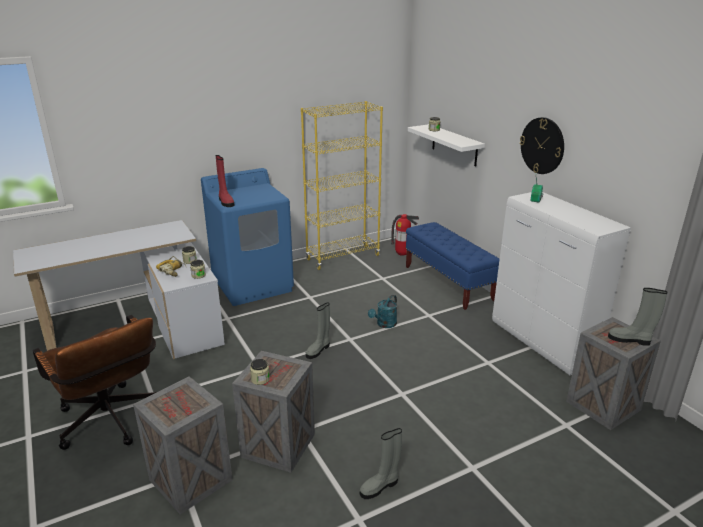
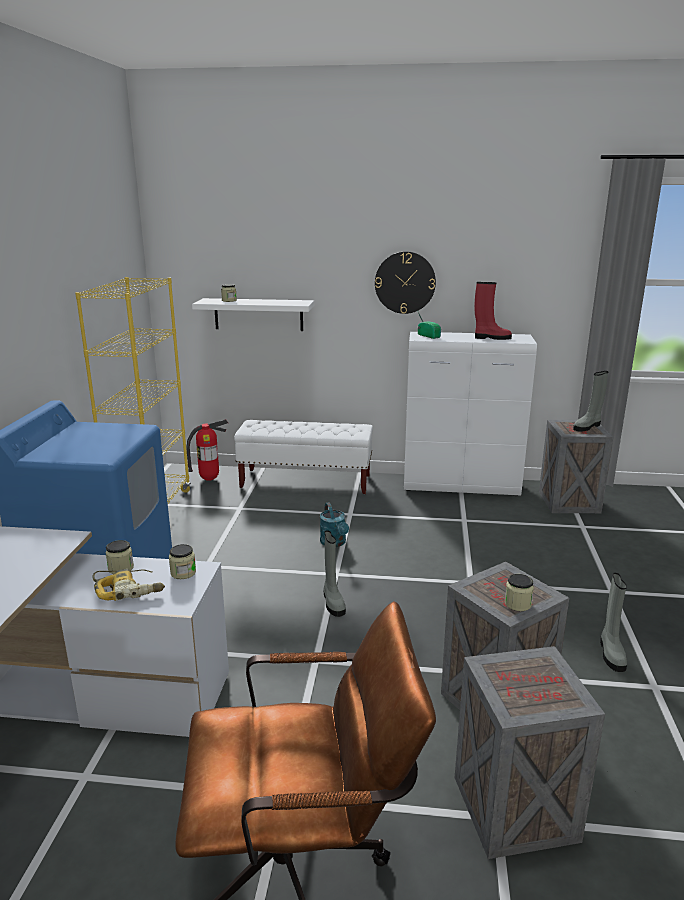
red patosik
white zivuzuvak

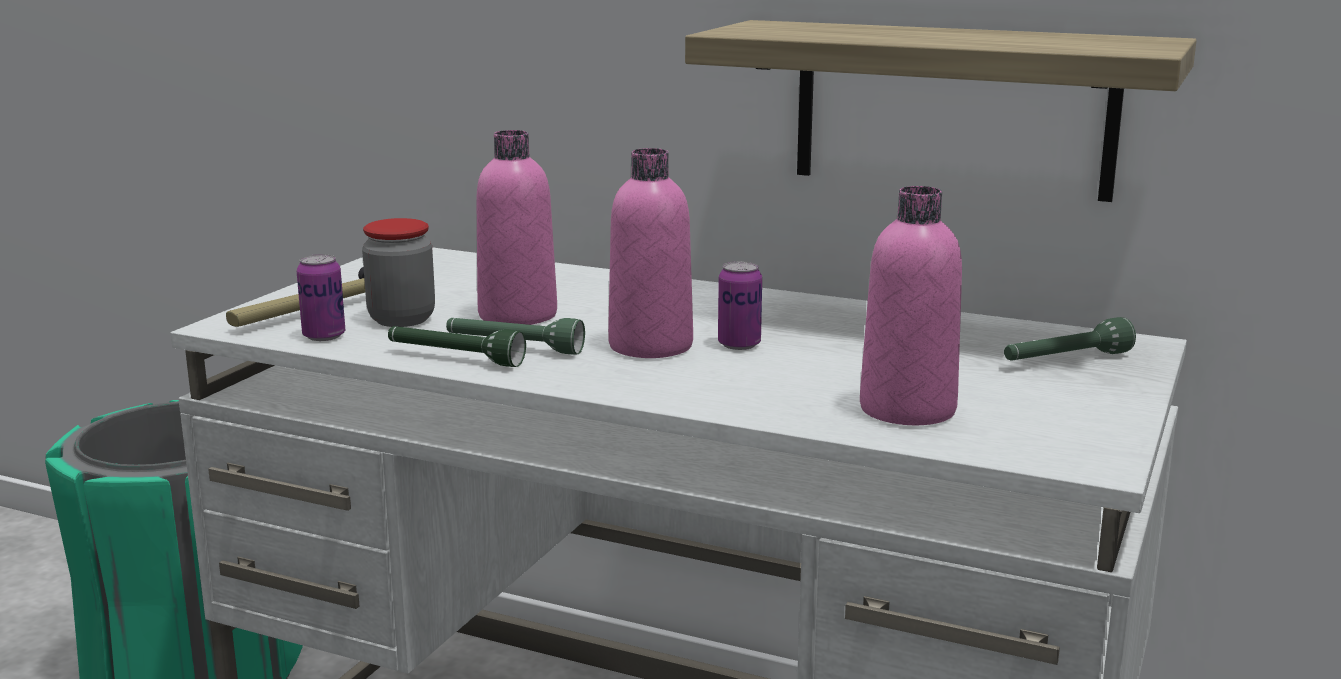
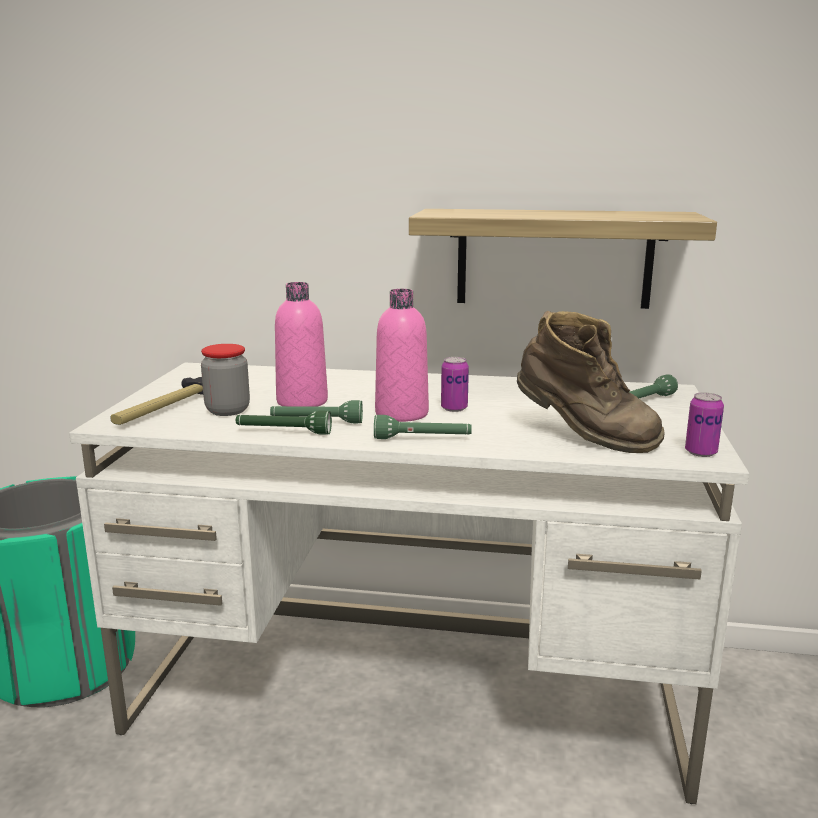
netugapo (no. 2 from left)
brown patosik
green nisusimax (no. 3 from left)

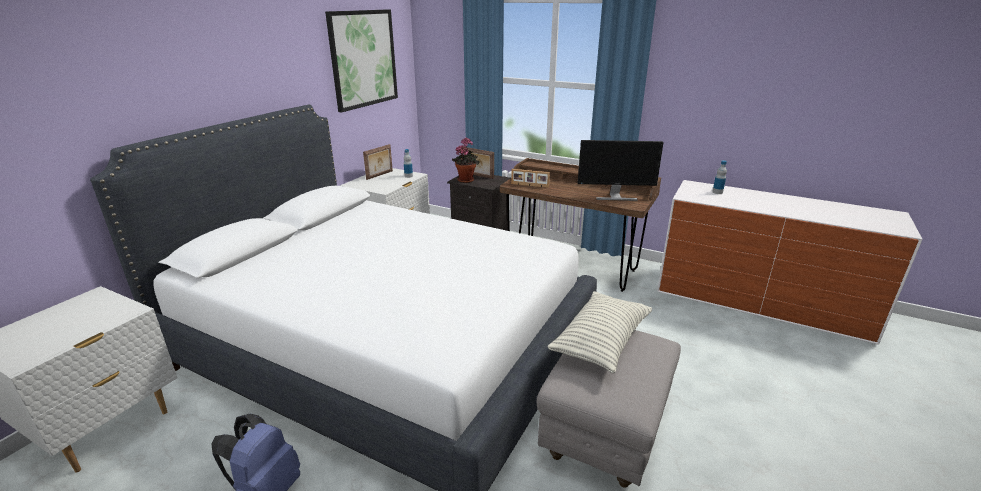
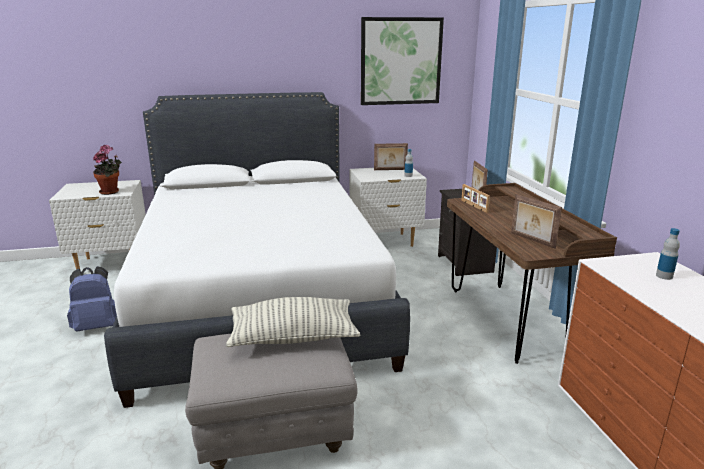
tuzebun
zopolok (no. 4 from left)

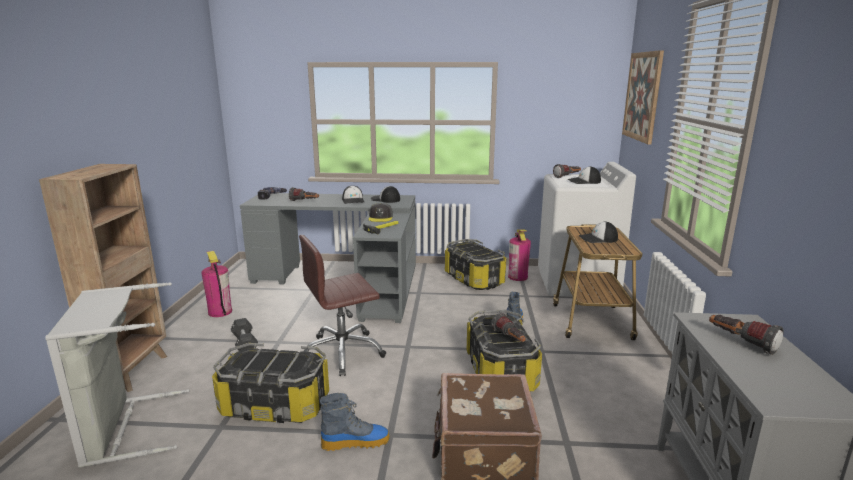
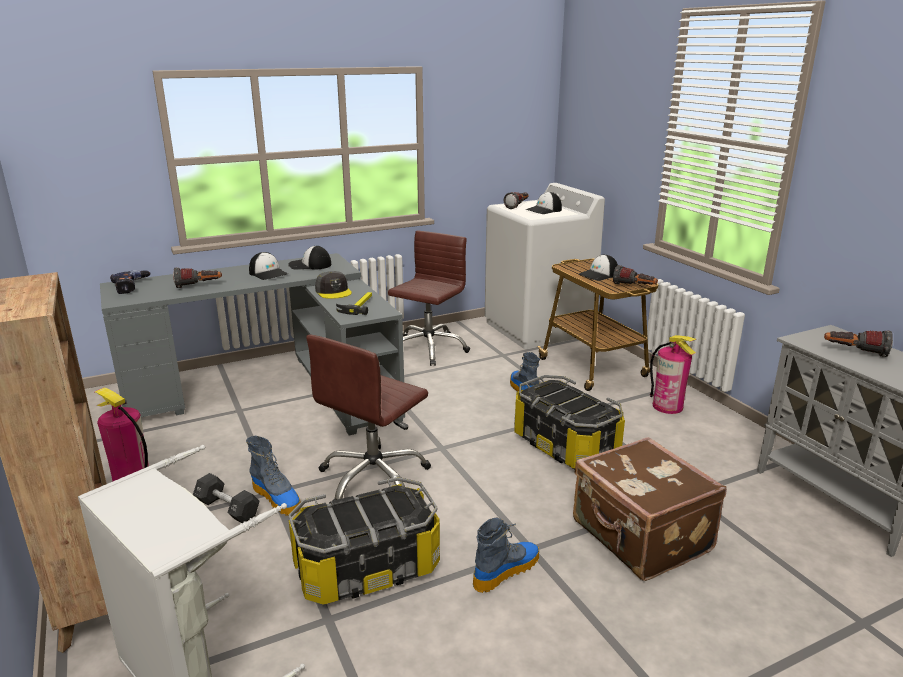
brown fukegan (no. 2 from left)
nisusimax (no. 3 from left)
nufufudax (no. 2 from left)
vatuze
patosik (no. 1 from left)

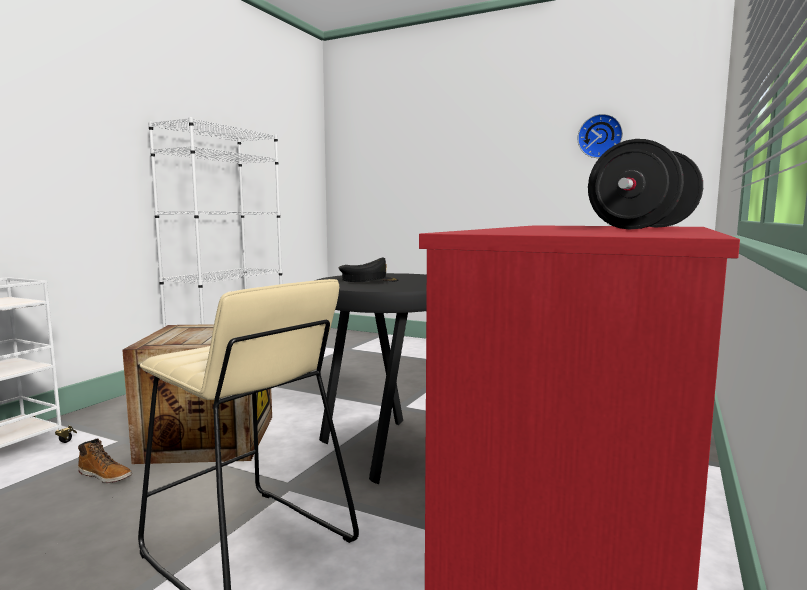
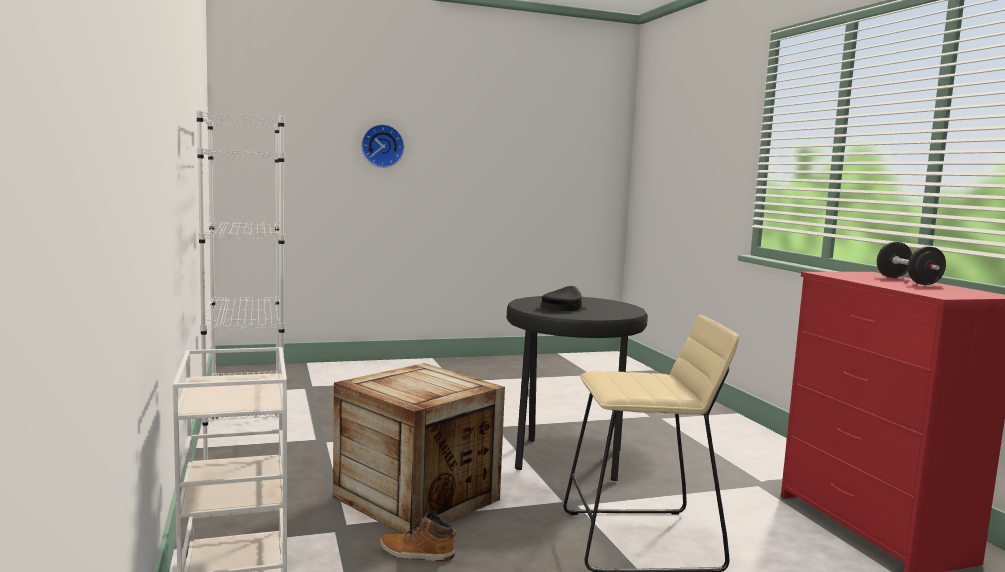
patosik
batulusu

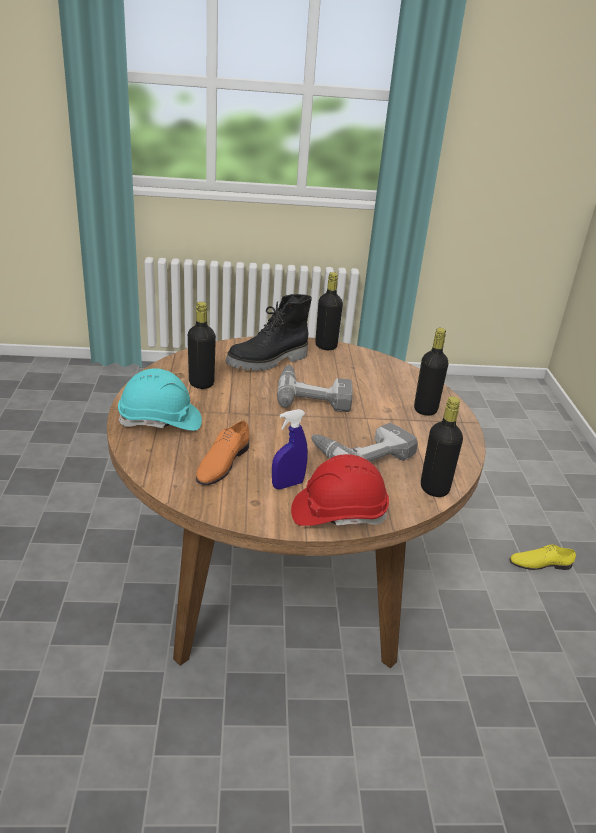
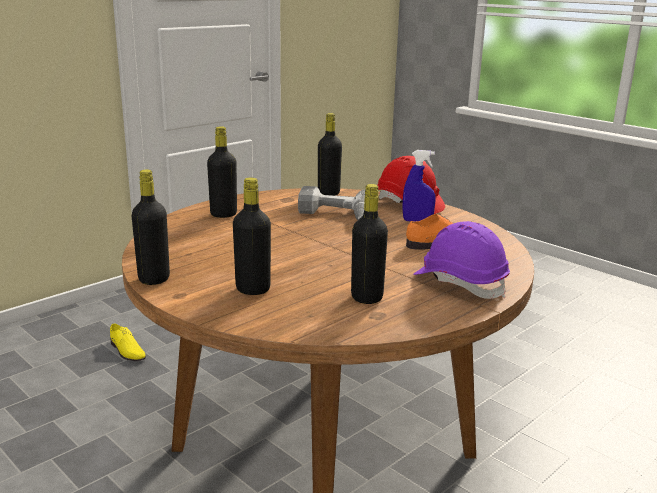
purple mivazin
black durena (no. 3 from left)
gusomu (no. 1 from left in the first image)

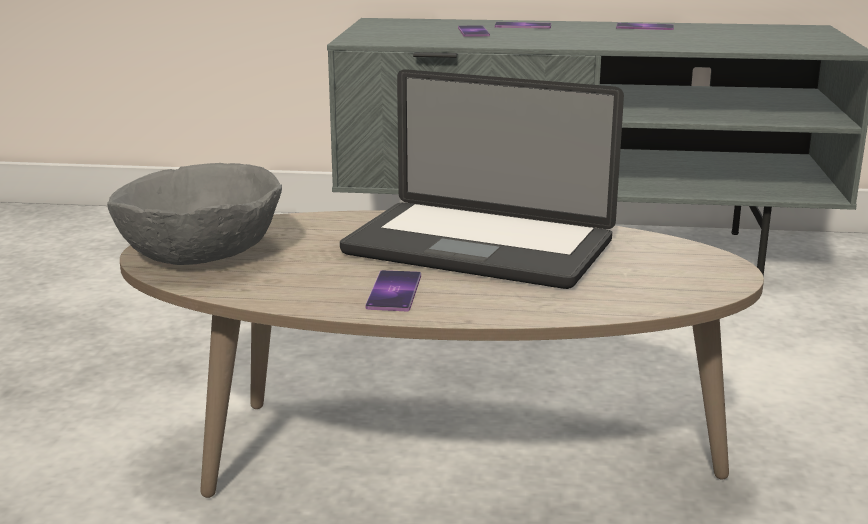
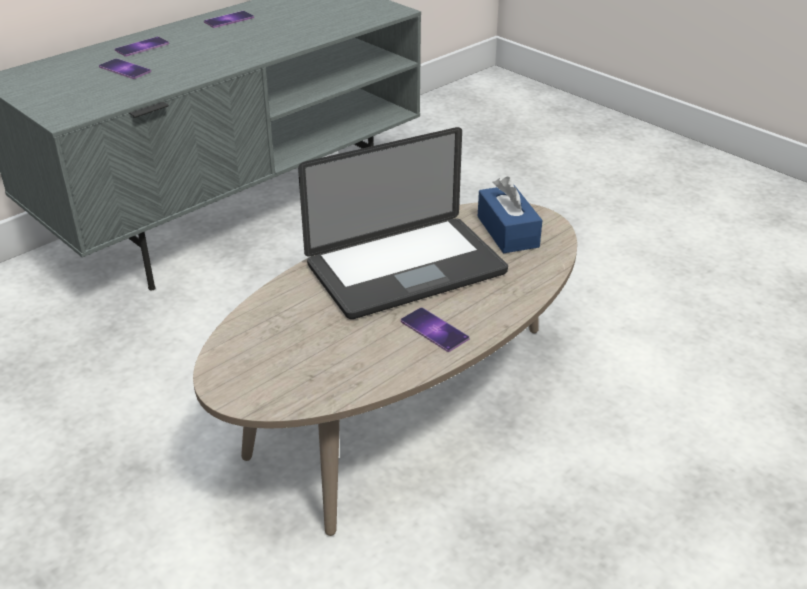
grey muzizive
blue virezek

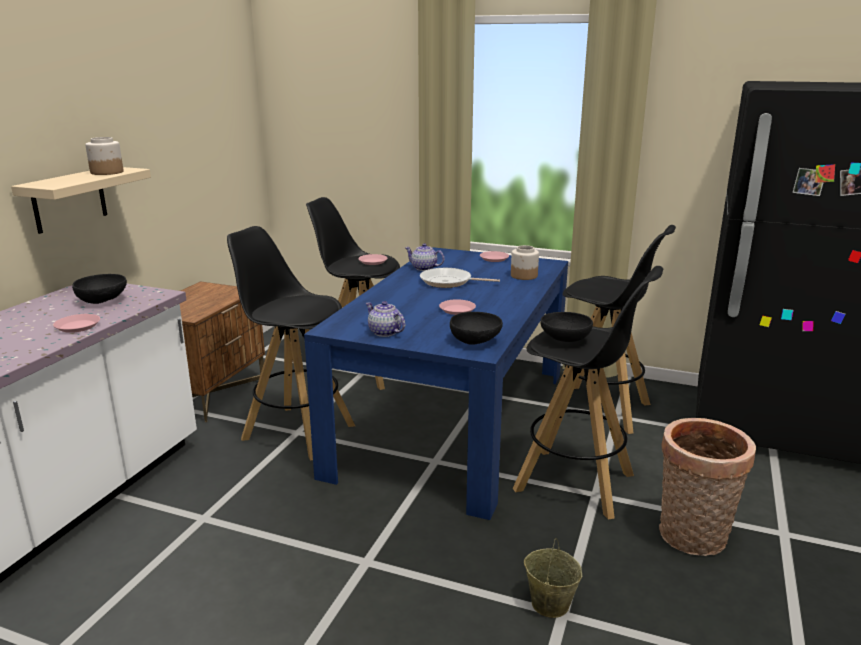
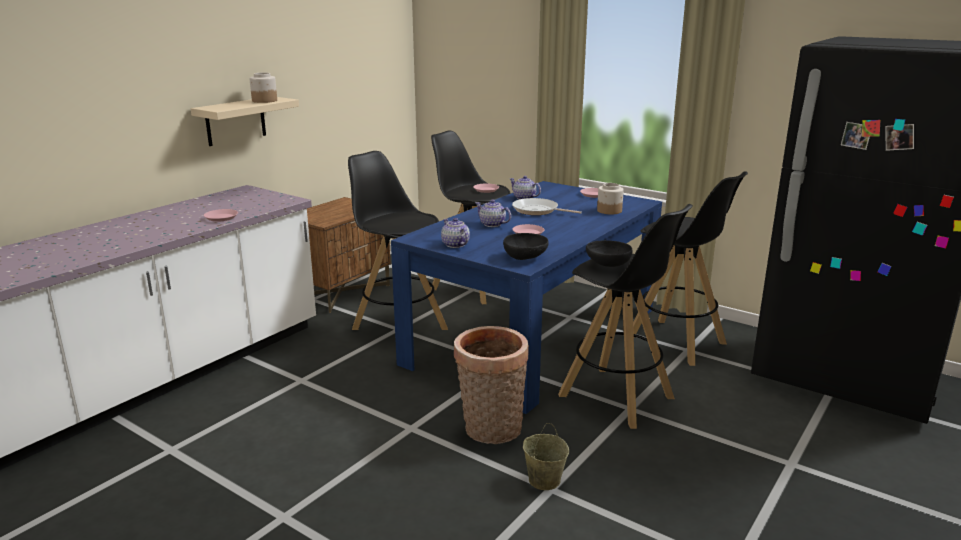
black muzizive (no. 1 from left in the first image)
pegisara
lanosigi (no. 2 from left)

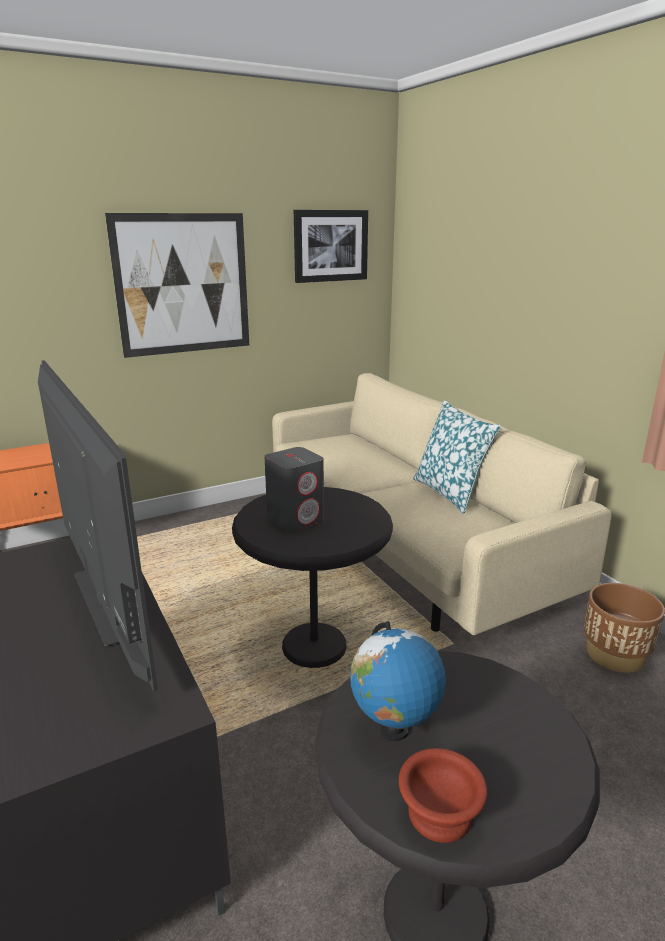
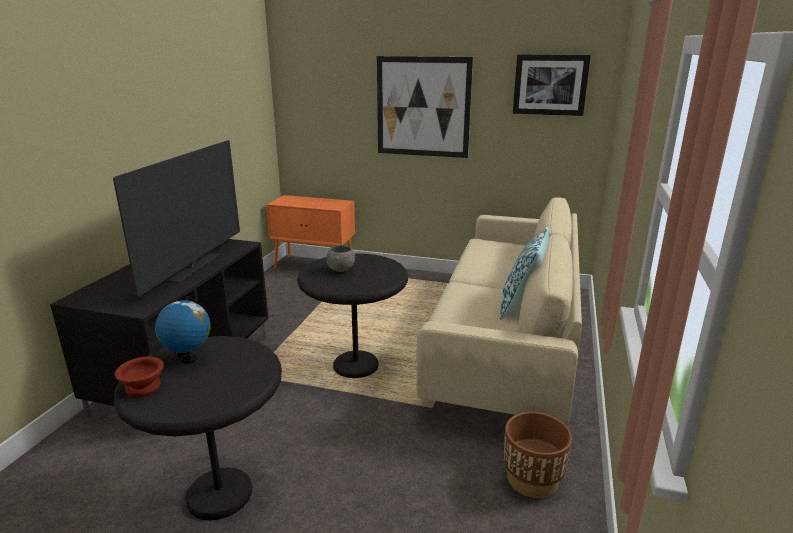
grey muzizive

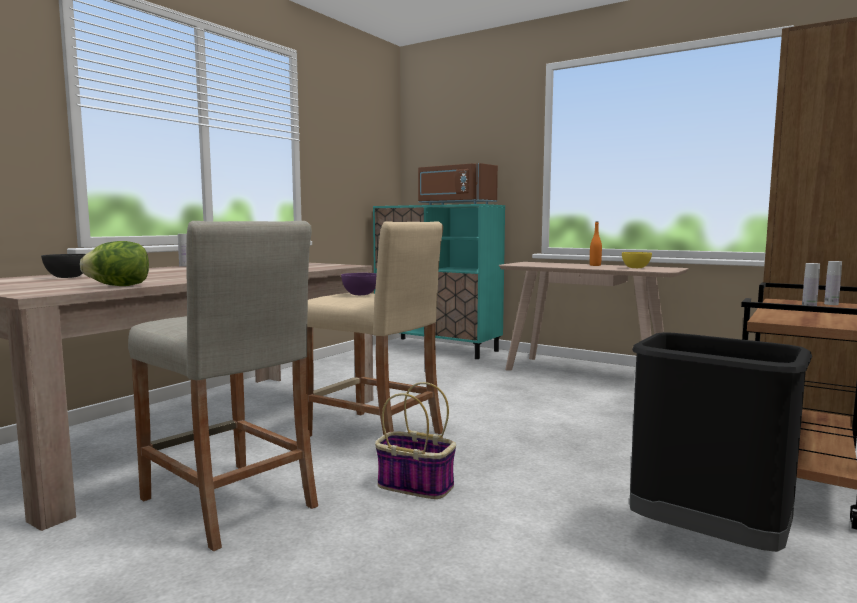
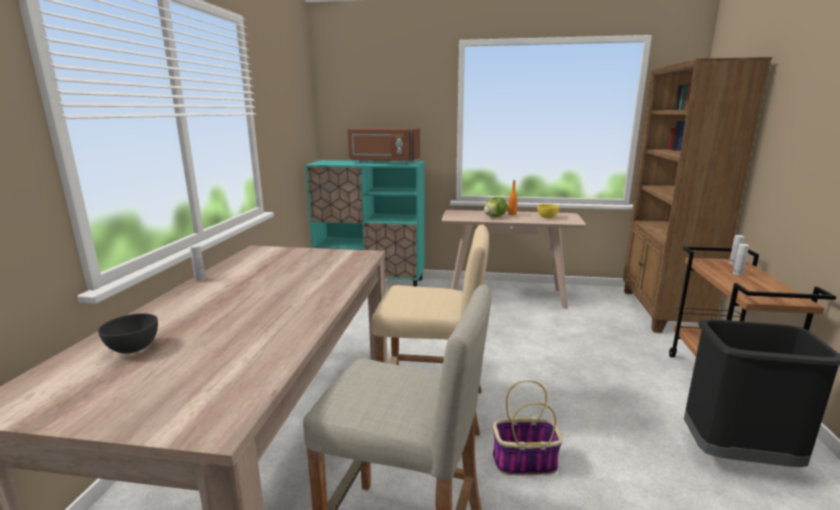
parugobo
purple muzizive

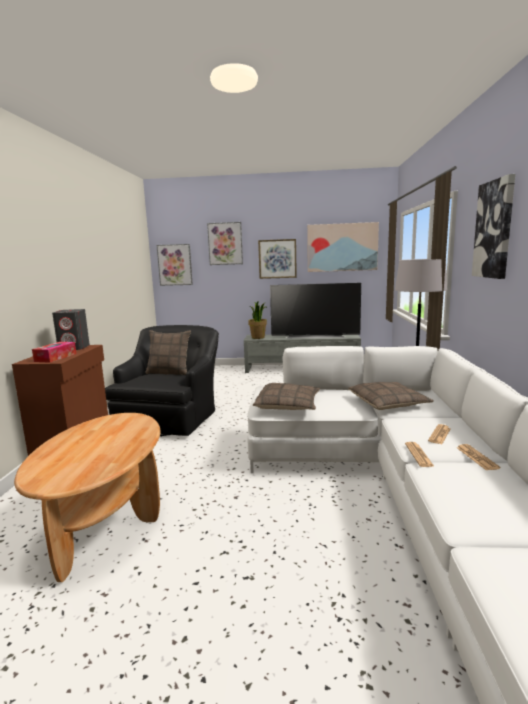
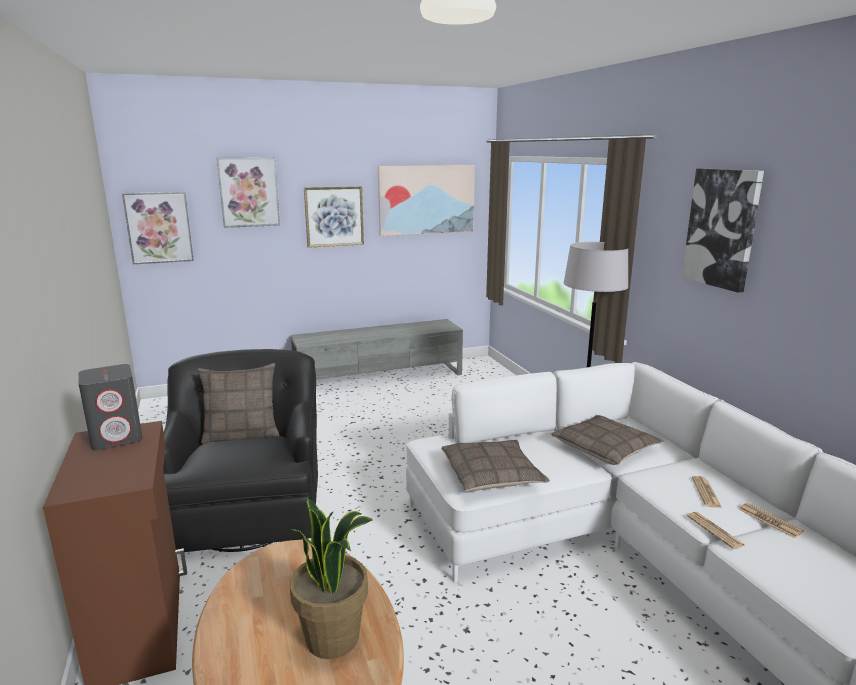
virezek
tuzebun
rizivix

